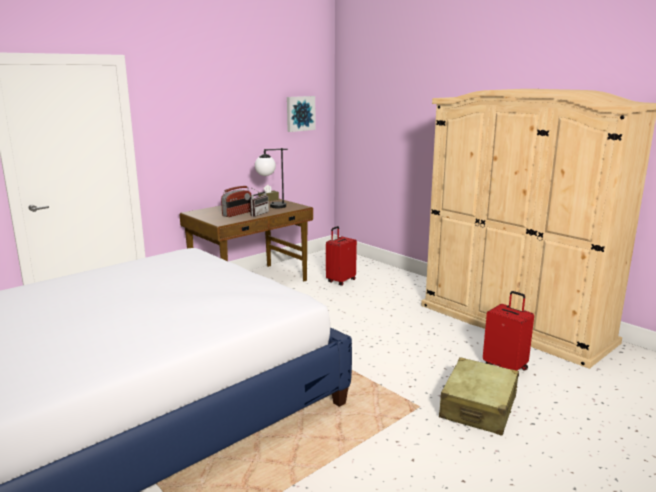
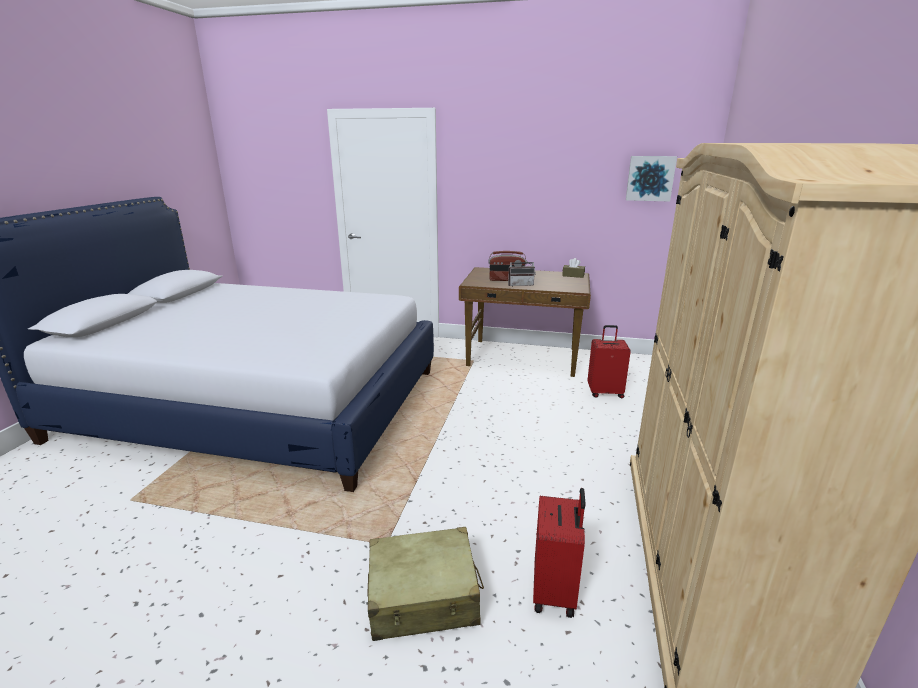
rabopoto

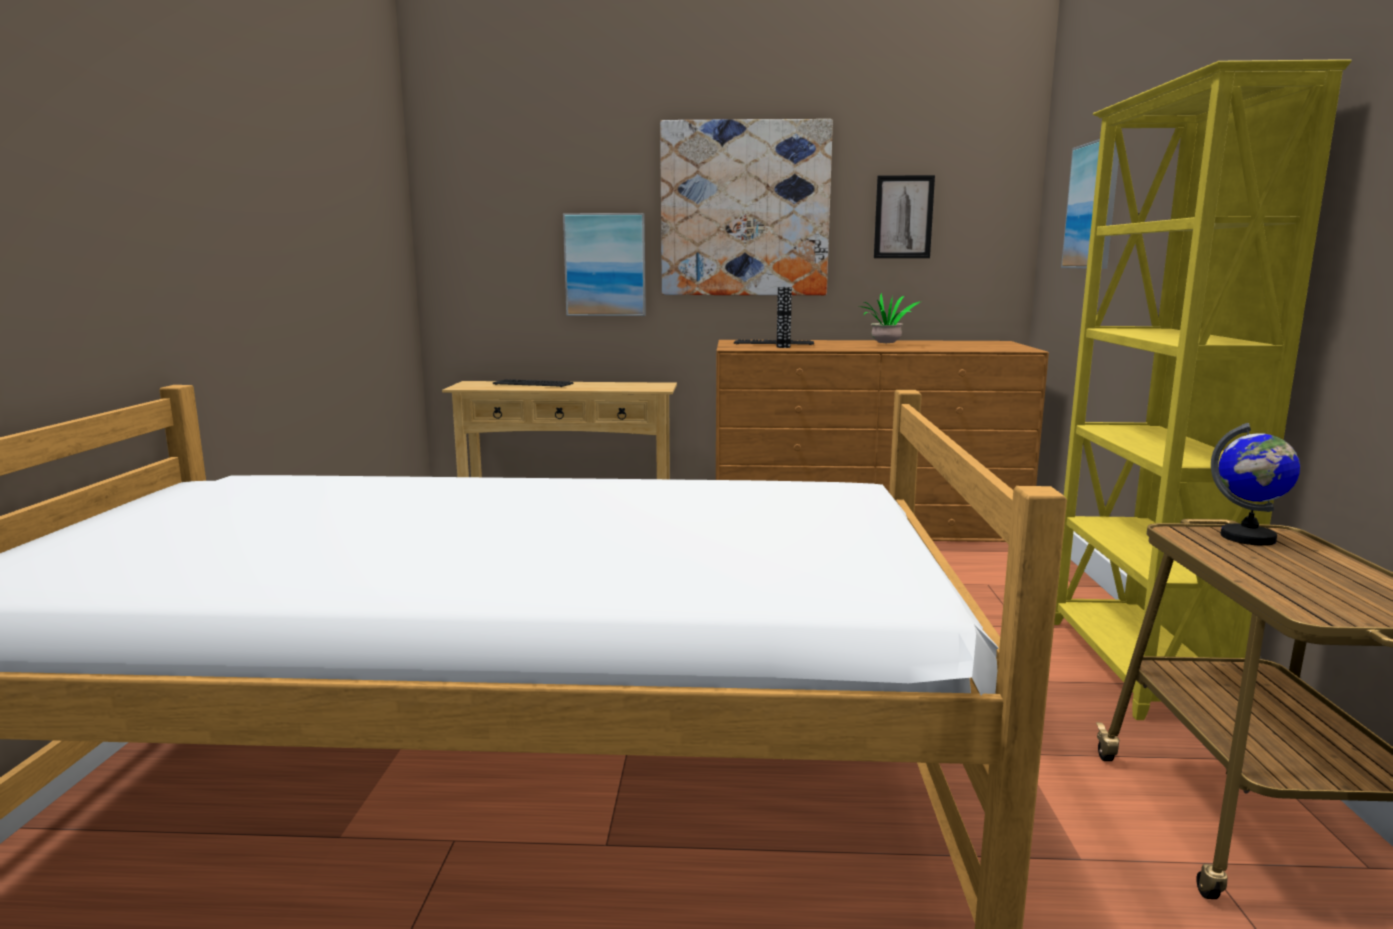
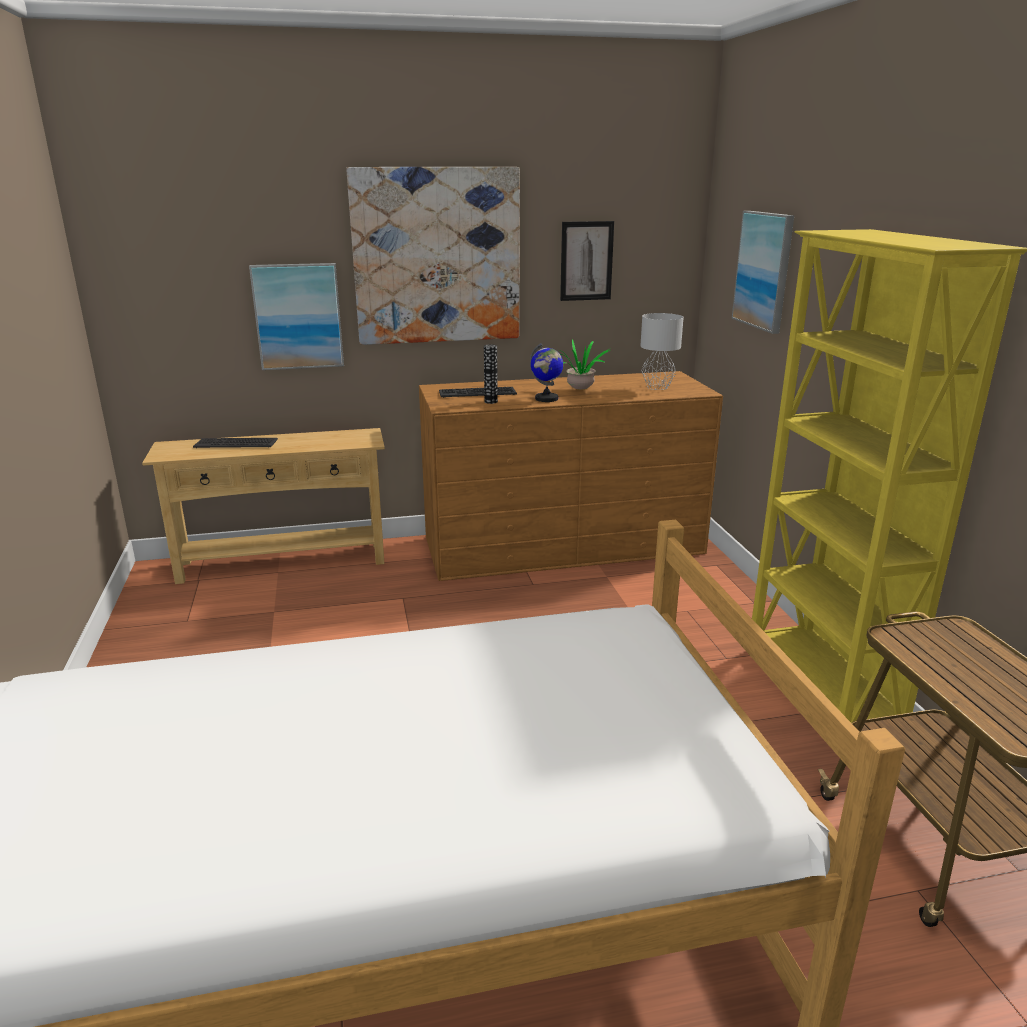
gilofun
grey rabopoto

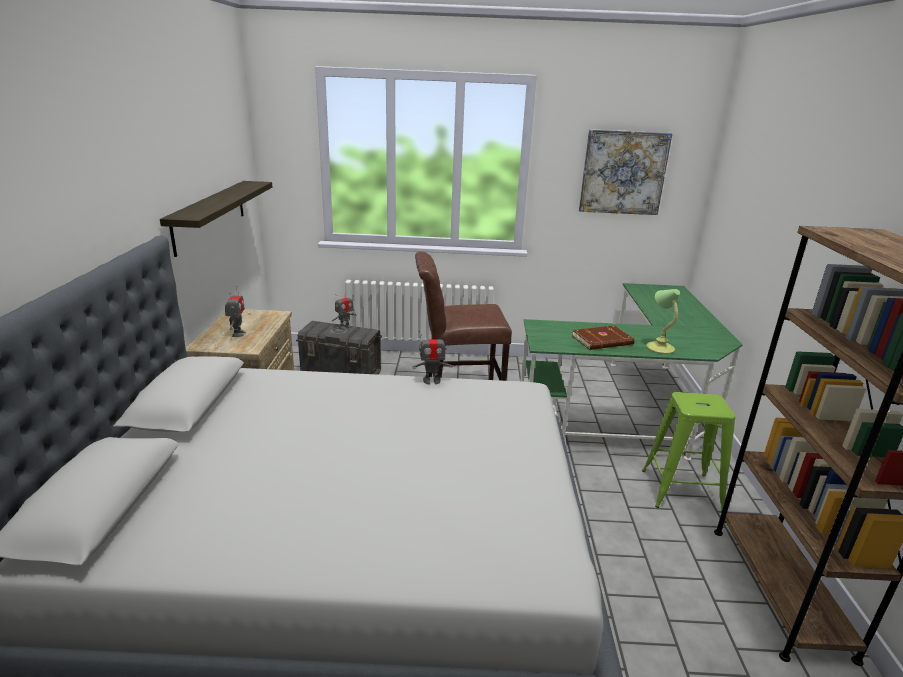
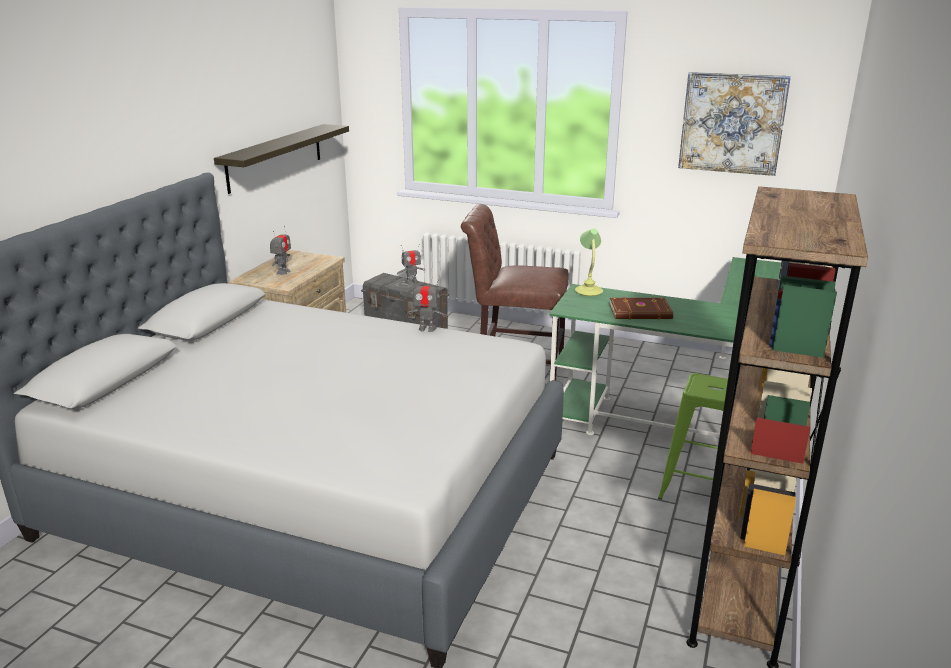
rabopoto

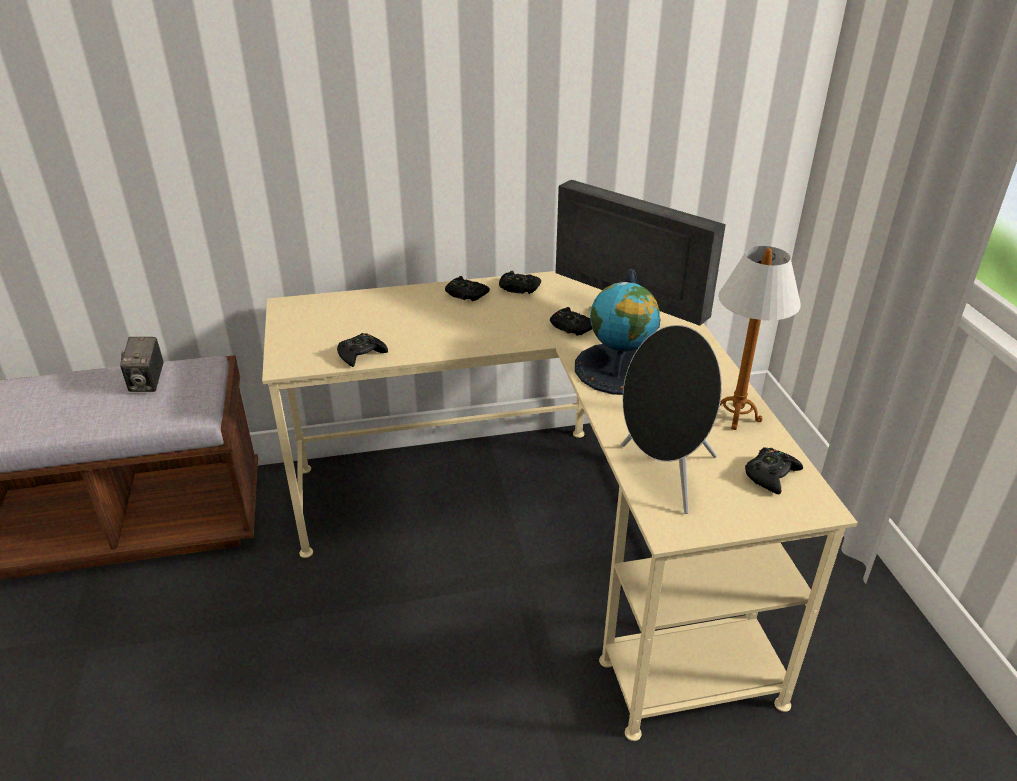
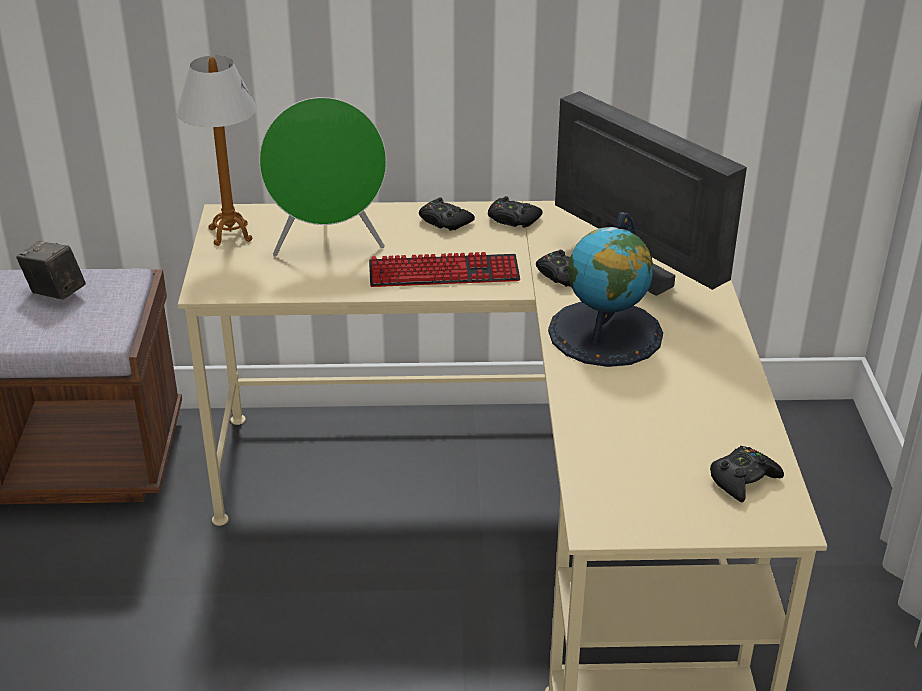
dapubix
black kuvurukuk (no. 1 from left in the first image)
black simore
rabopoto
green simore
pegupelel

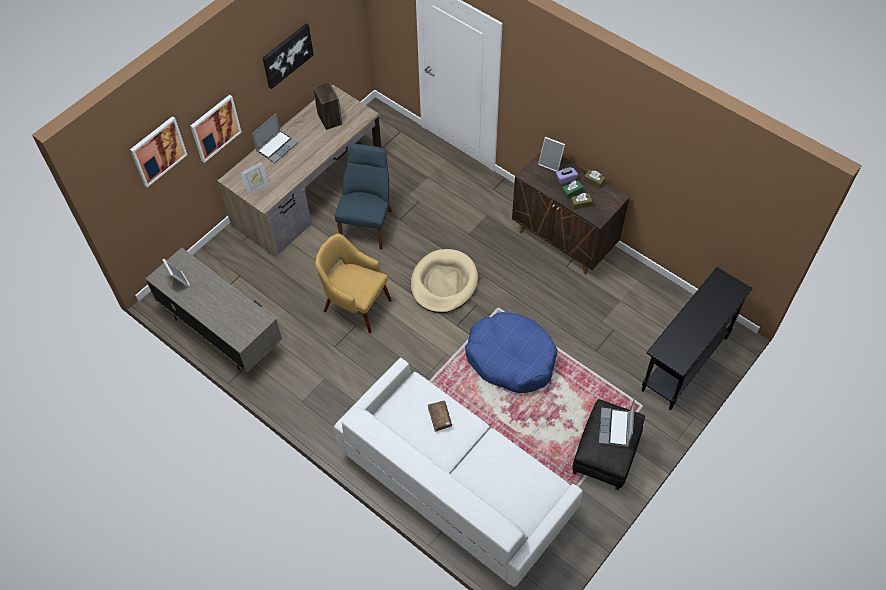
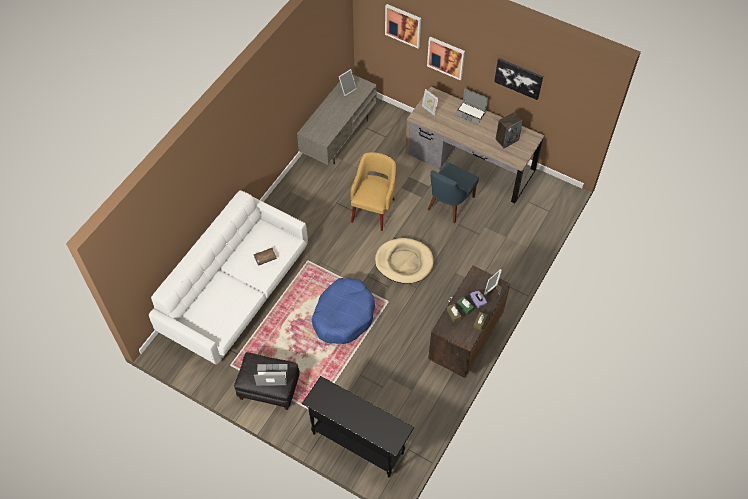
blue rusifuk

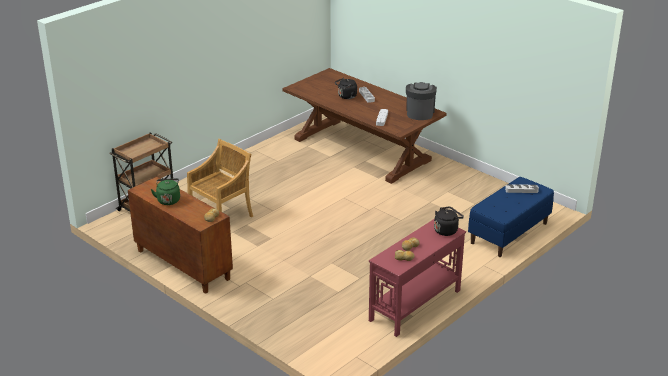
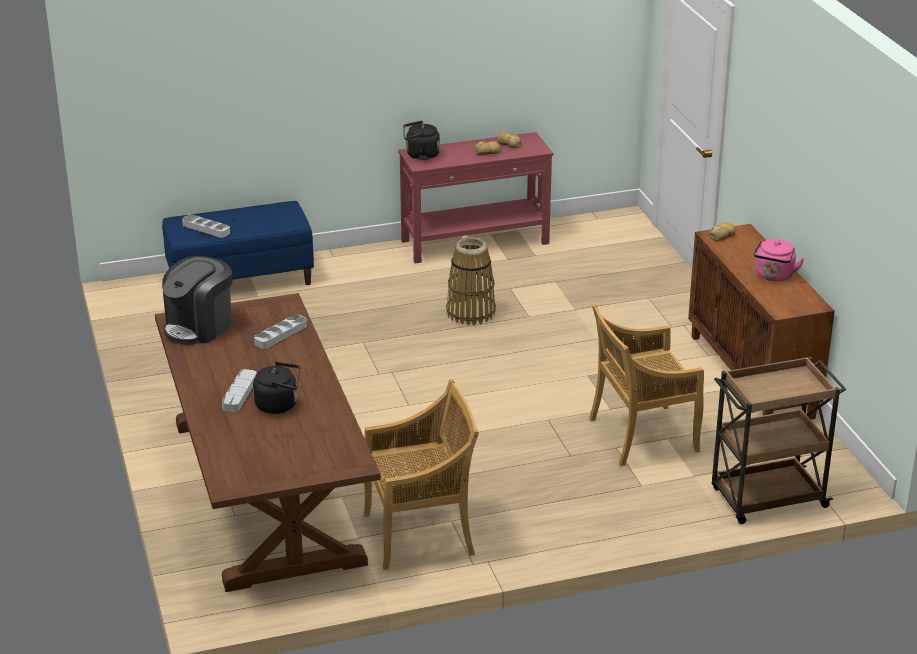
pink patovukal
beige rusifuk (no. 1 from left)
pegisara

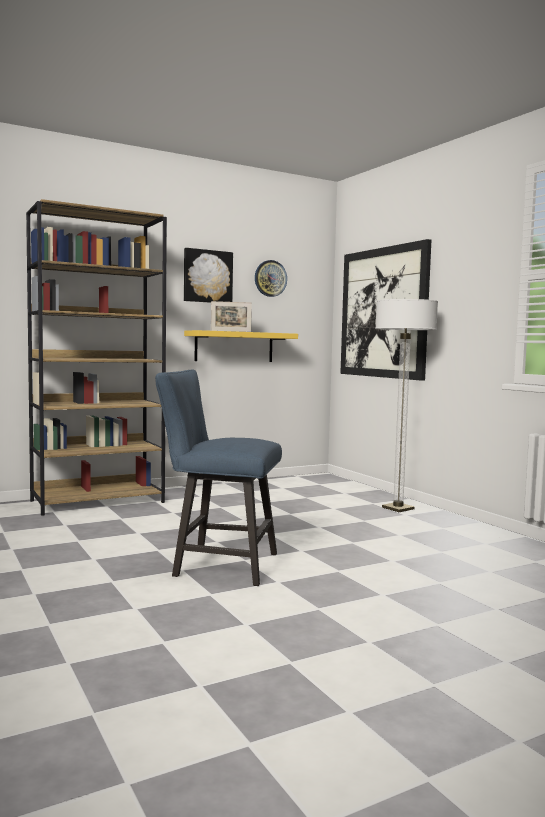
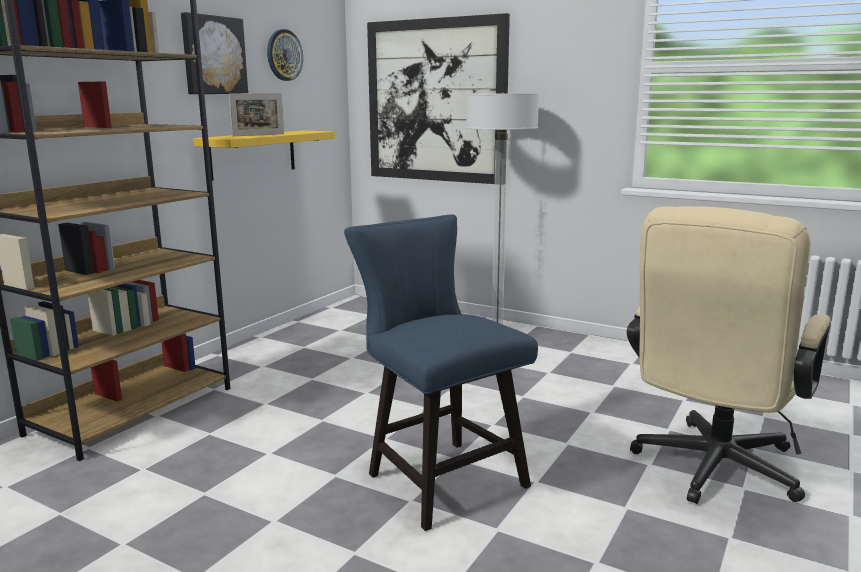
blue rusifuk
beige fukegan

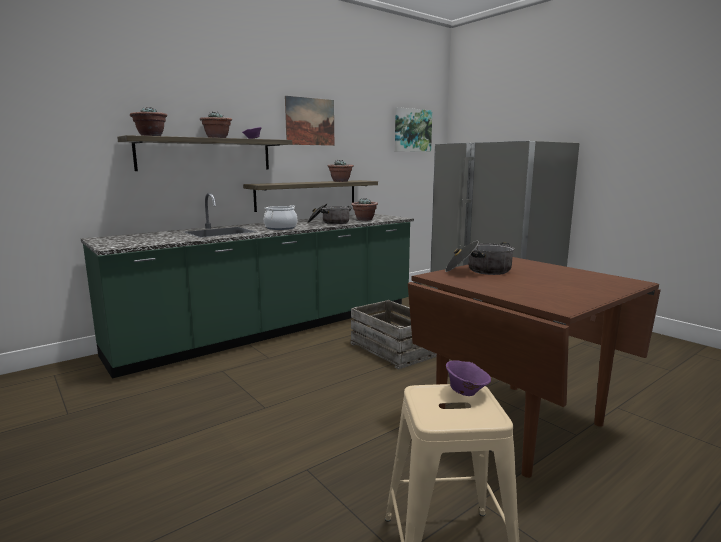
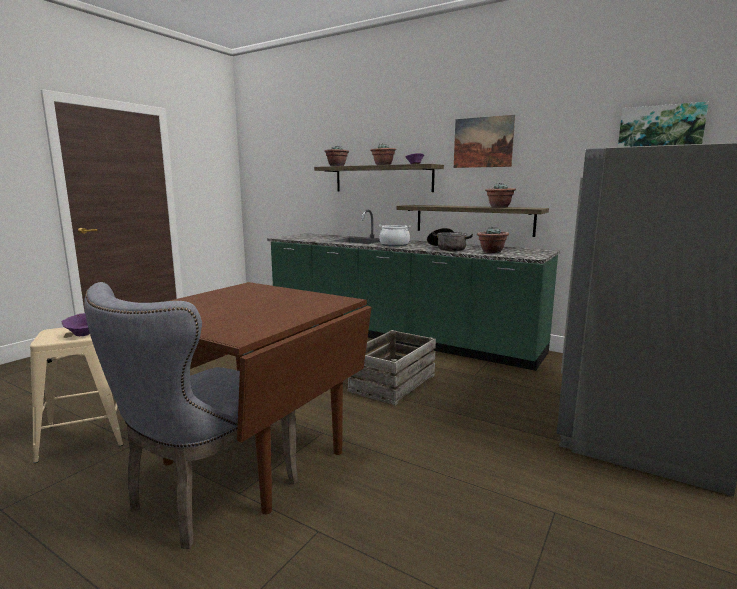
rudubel (no. 3 from left in the first image)
grey rusifuk

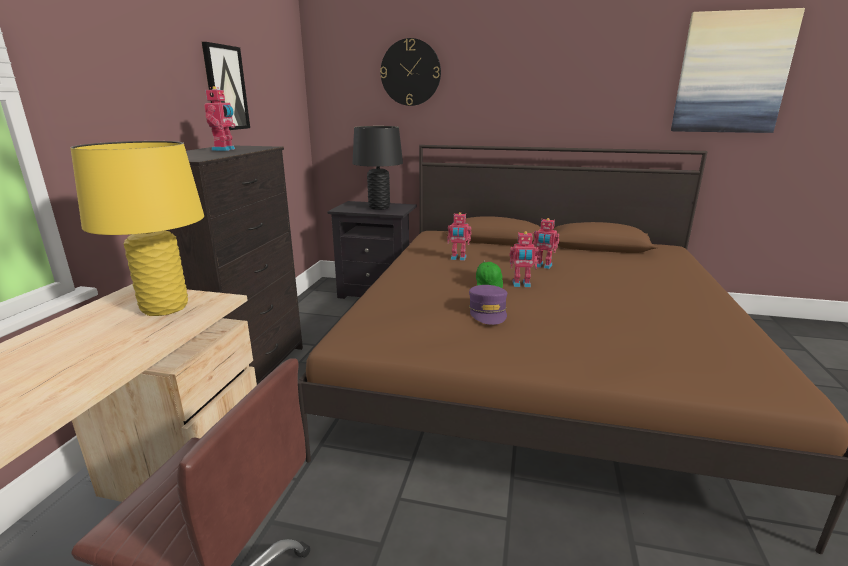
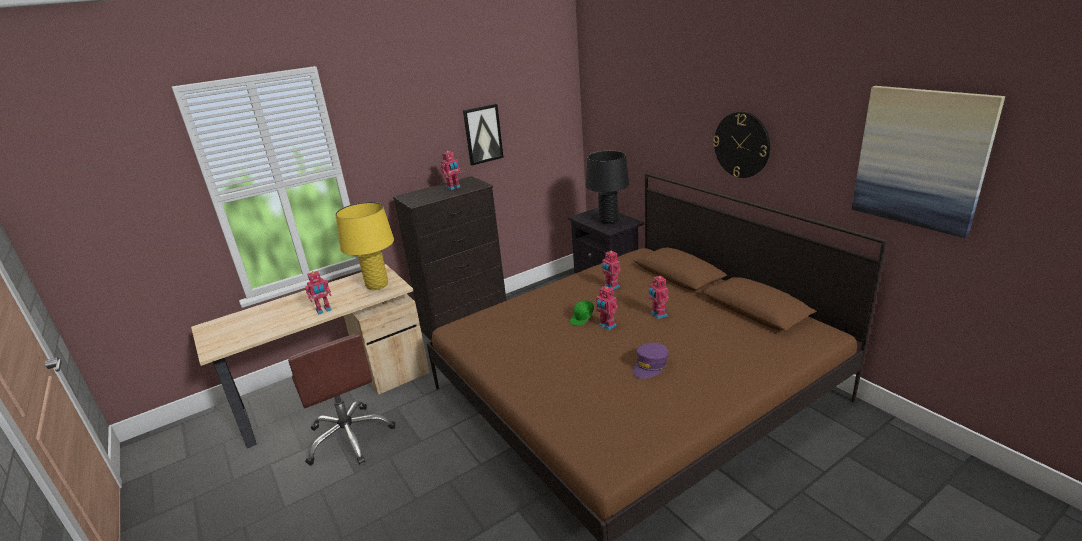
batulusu
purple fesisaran
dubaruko (no. 1 from left)

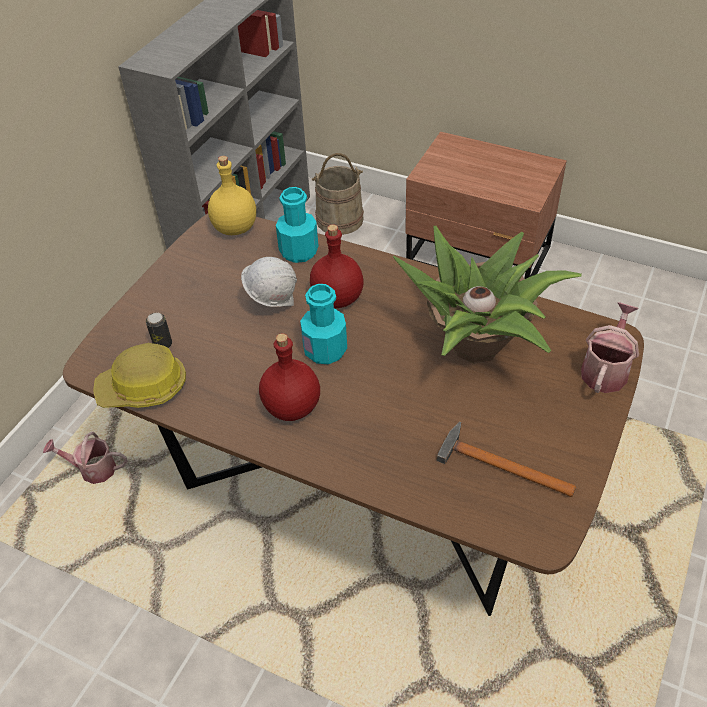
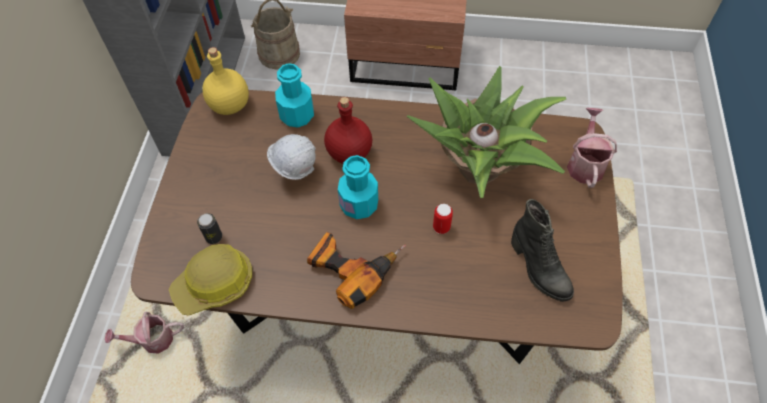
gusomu
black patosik
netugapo (no. 2 from left)

